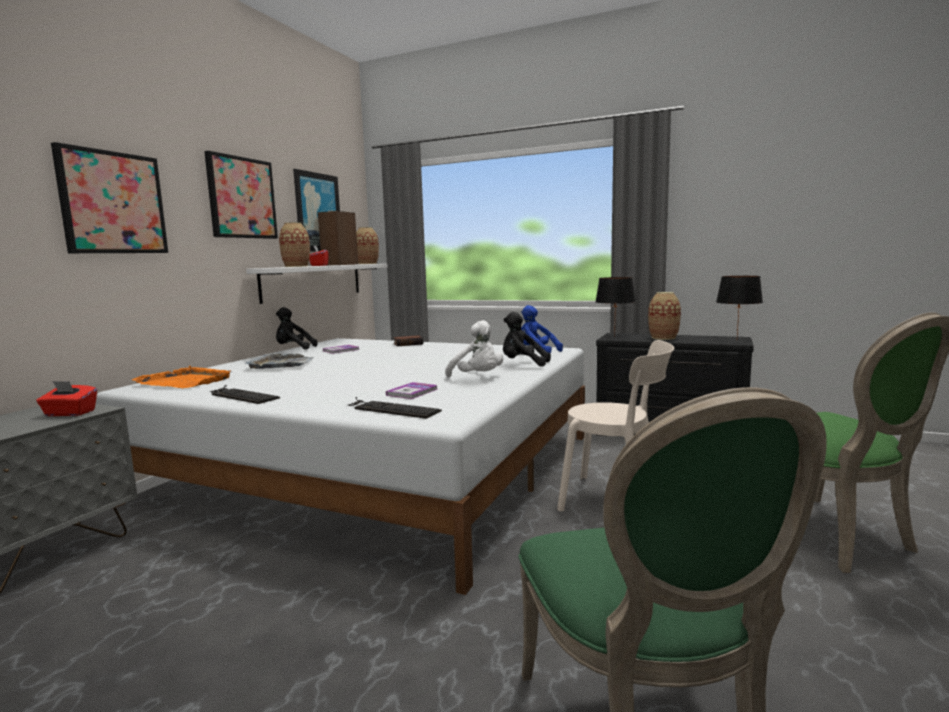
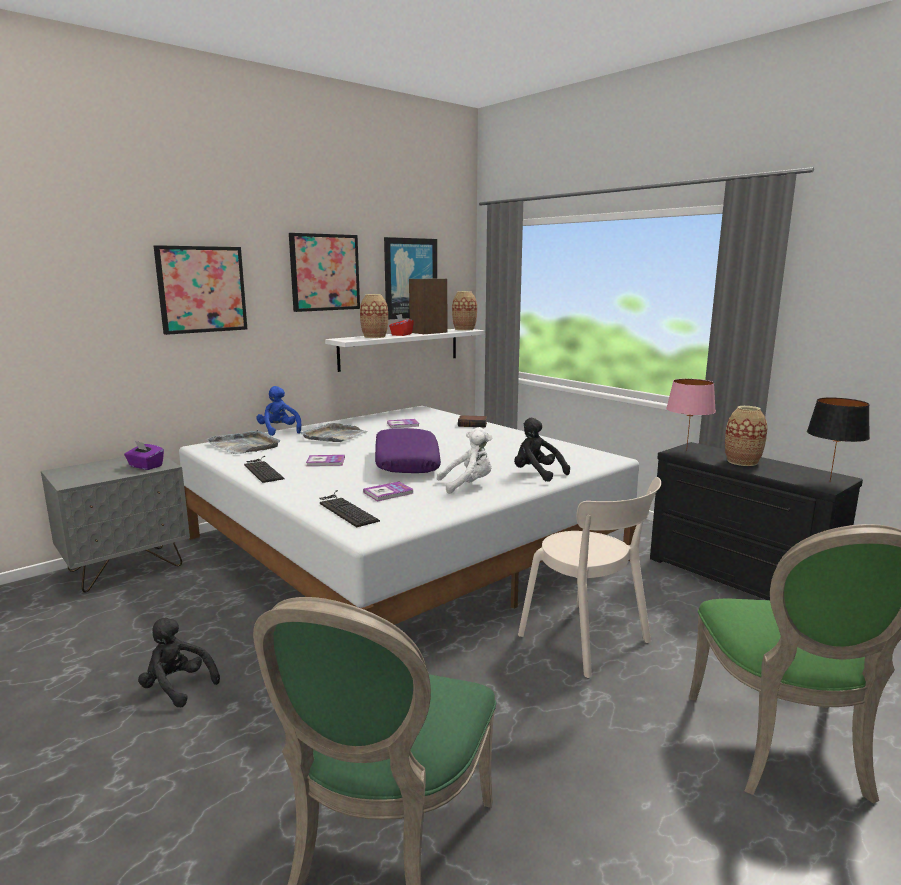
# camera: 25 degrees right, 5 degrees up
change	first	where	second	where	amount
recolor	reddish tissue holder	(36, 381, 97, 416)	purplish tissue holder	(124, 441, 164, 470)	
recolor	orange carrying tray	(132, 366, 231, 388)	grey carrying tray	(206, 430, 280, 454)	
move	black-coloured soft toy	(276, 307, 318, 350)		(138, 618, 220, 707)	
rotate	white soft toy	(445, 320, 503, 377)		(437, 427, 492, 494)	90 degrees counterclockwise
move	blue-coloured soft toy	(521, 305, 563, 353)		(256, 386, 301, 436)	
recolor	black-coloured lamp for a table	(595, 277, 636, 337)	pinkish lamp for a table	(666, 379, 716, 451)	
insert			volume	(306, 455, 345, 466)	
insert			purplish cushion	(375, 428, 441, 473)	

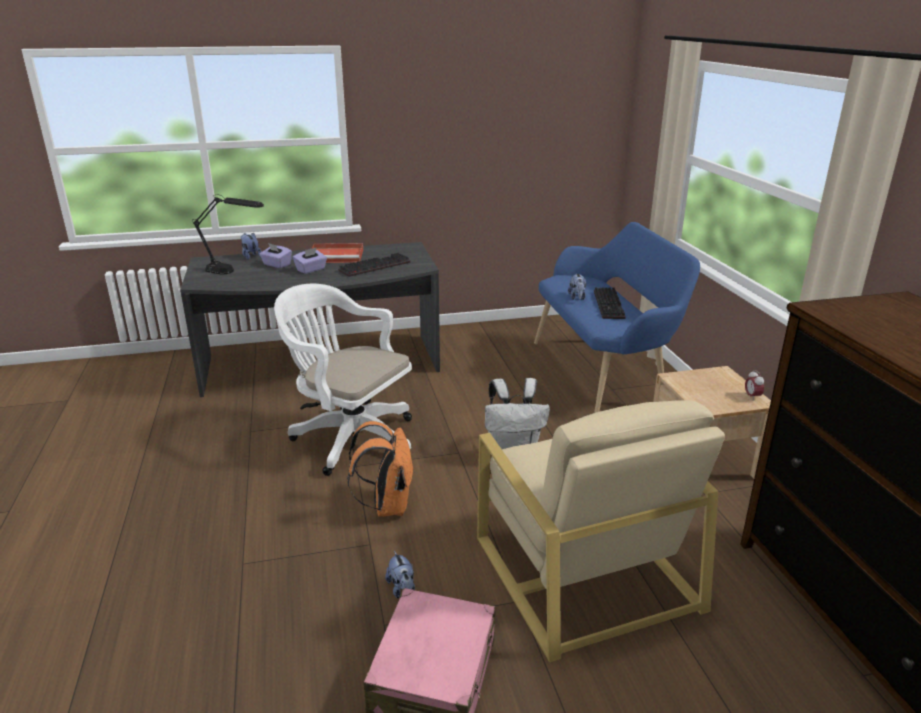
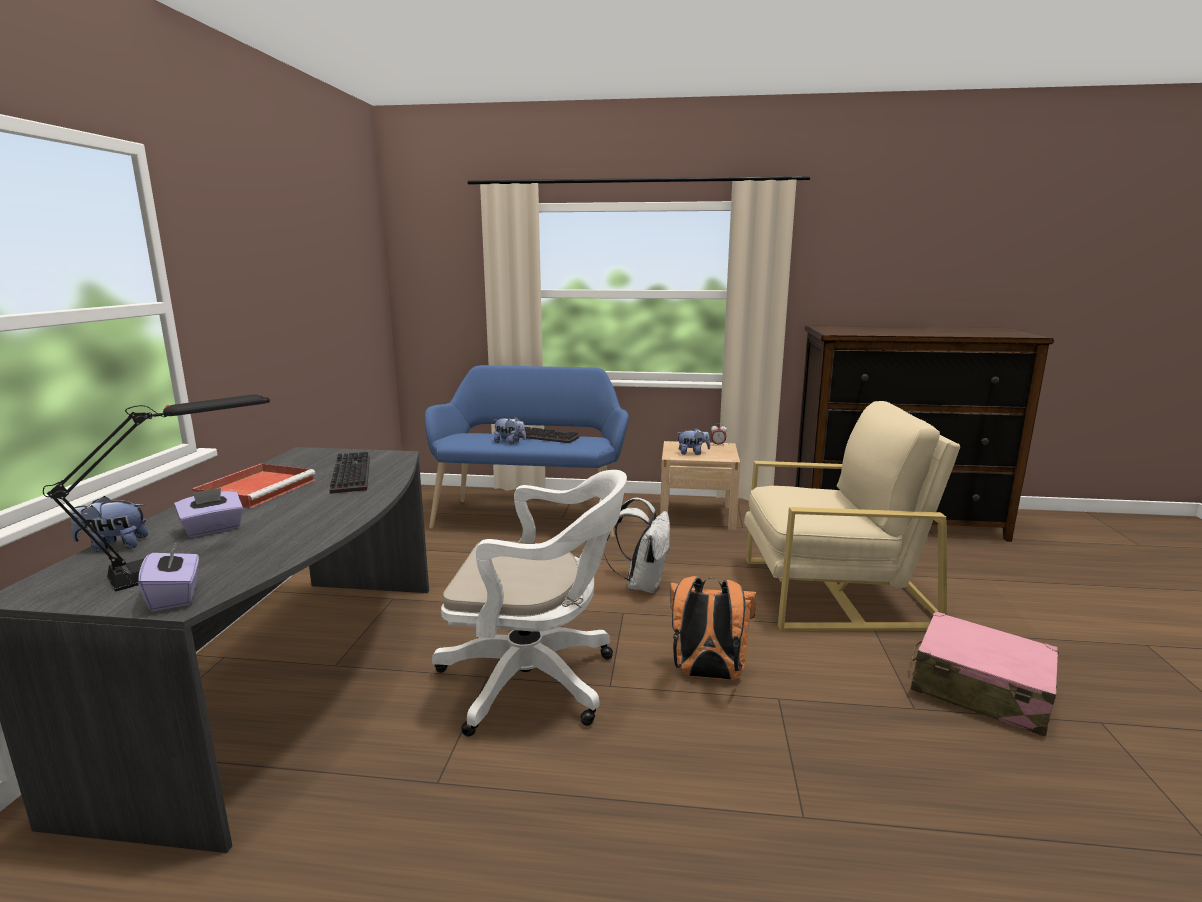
# camera: 70 degrees left, 10 degrees down
change	first	where	second	where	amount
rotate	white desk chair	(274, 283, 412, 476)		(432, 470, 627, 737)	135 degrees counterclockwise
move	purplish tissue holder	(293, 247, 327, 274)		(138, 541, 199, 611)	
move	soft toy	(385, 551, 415, 599)		(677, 428, 710, 455)	

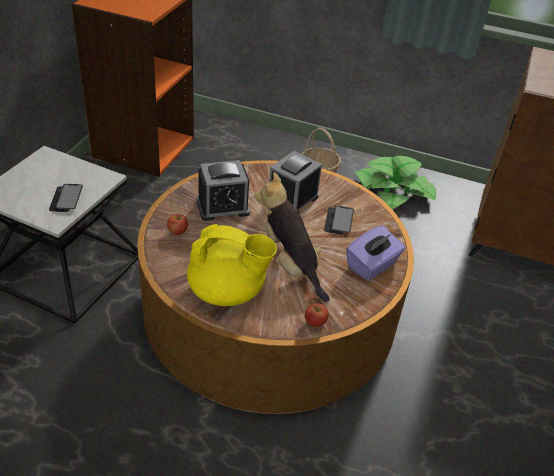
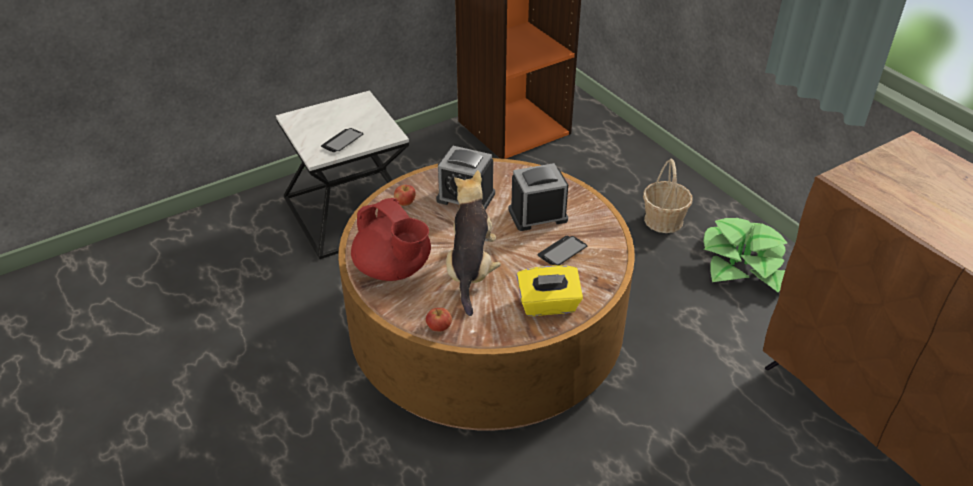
# camera: 40 degrees right, 0 degrees up
change	first	where	second	where	amount
recolor	yellowish teapot	(187, 224, 277, 306)	reddish teapot	(351, 198, 431, 281)	
recolor	purplish tissue holder	(346, 226, 405, 281)	yellowish tissue holder	(517, 265, 583, 316)	

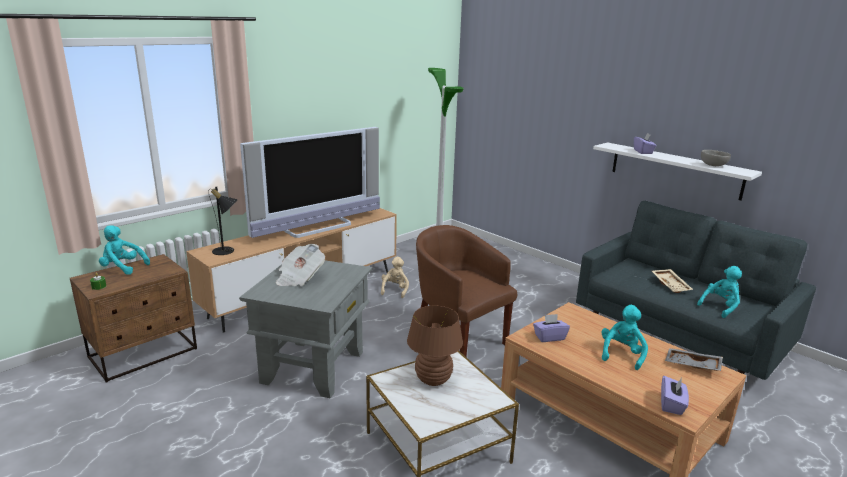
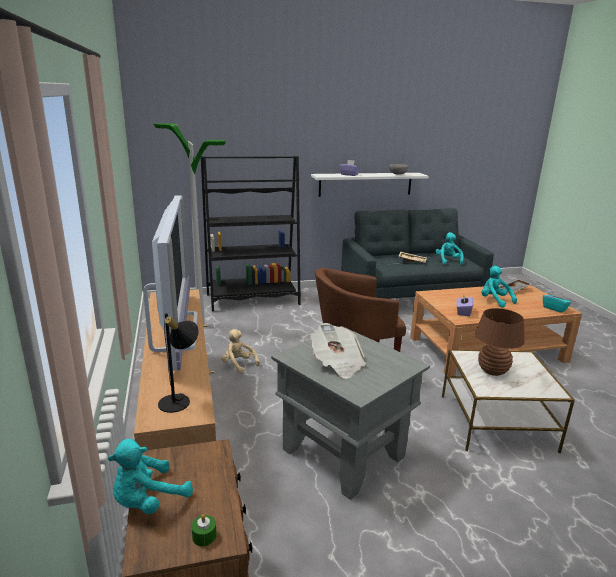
# camera: 60 degrees left, 0 degrees up
change	first	where	second	where	amount
recolor	purplish tissue holder	(661, 376, 689, 415)	blue-green tissue holder	(543, 290, 571, 313)	
insert			black-coloured bookcase	(201, 156, 301, 311)	

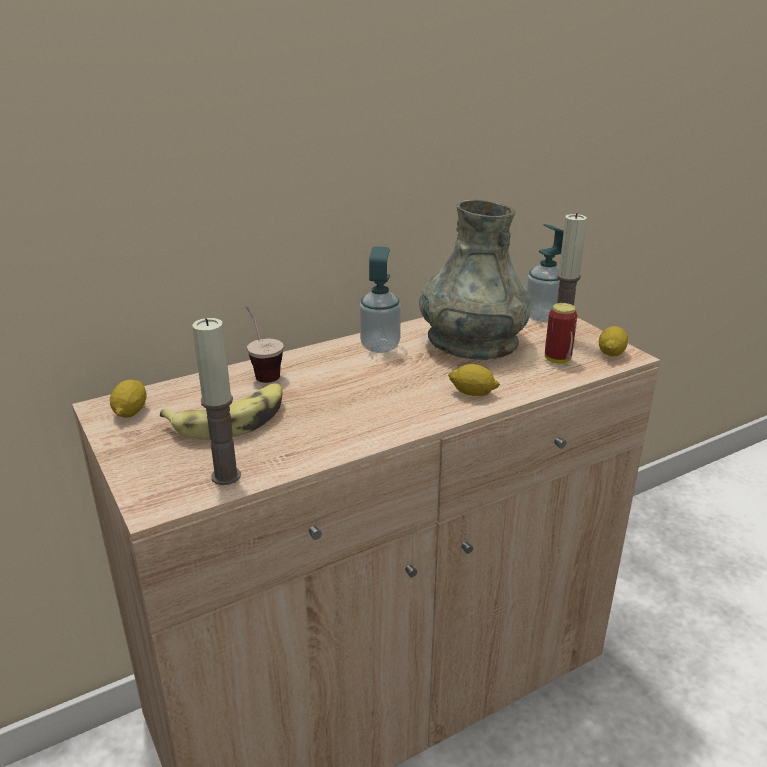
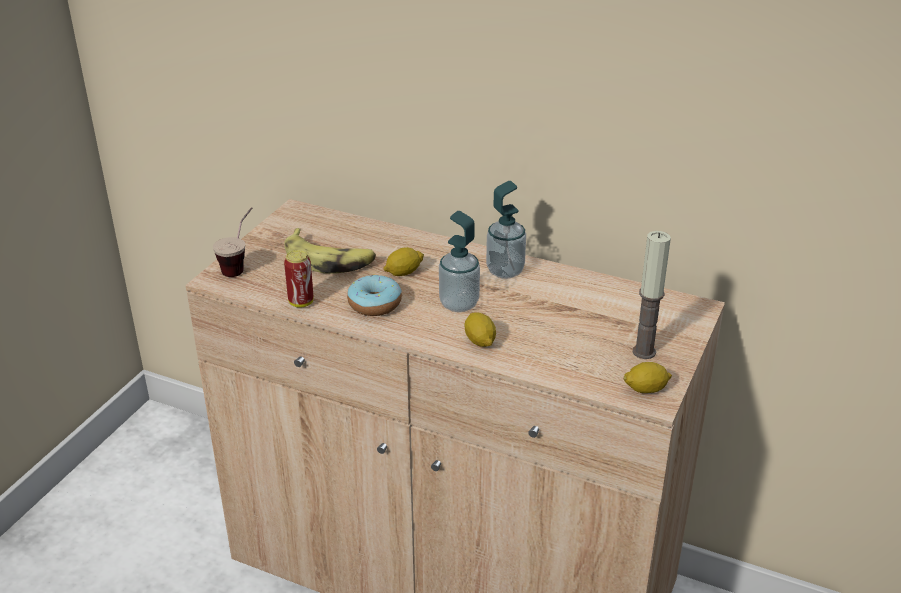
# camera: 55 degrees right, 5 degrees up
change	first	where	second	where	amount
move	citrus fruit	(110, 379, 147, 418)		(383, 247, 424, 276)	
delete	wax candle	(192, 318, 241, 485)			
move	cup	(246, 306, 284, 383)		(213, 207, 252, 277)	
delete	grey decorative vase	(419, 200, 530, 360)			
move	soap bottle	(527, 224, 564, 322)		(439, 211, 480, 312)	
move	metal can	(545, 303, 578, 364)		(284, 250, 313, 308)	
insert			ring doughnut	(347, 274, 402, 316)	

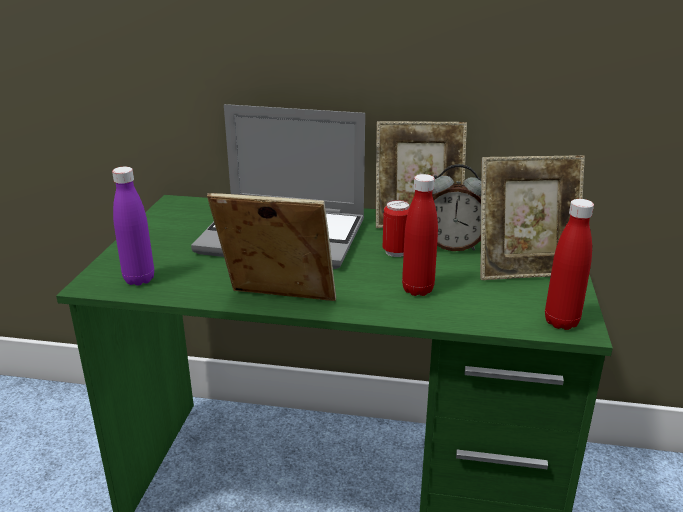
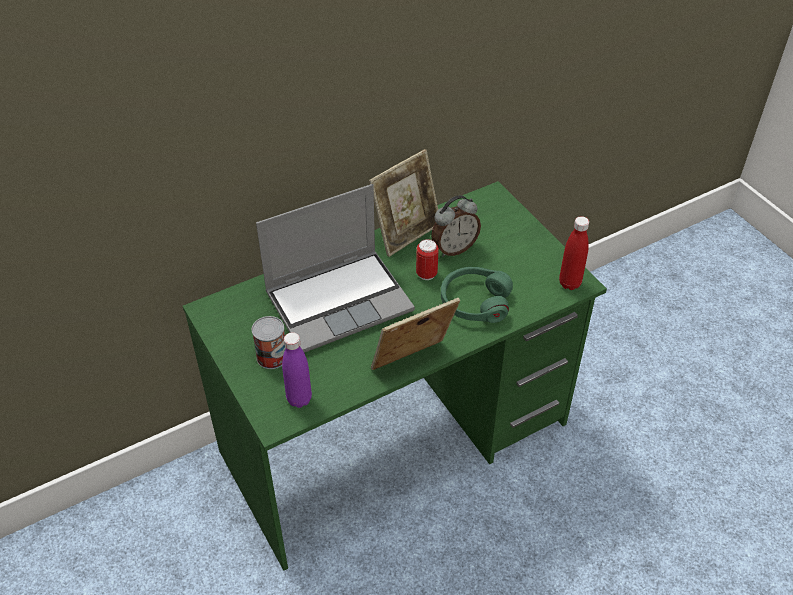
# camera: 40 degrees left, 20 degrees up
change	first	where	second	where	amount
replace	reddish drink bottle	(402, 174, 438, 296)	green headphones	(441, 267, 513, 323)	
delete	photo frame	(480, 155, 585, 280)			
insert			metal can	(252, 316, 286, 369)	

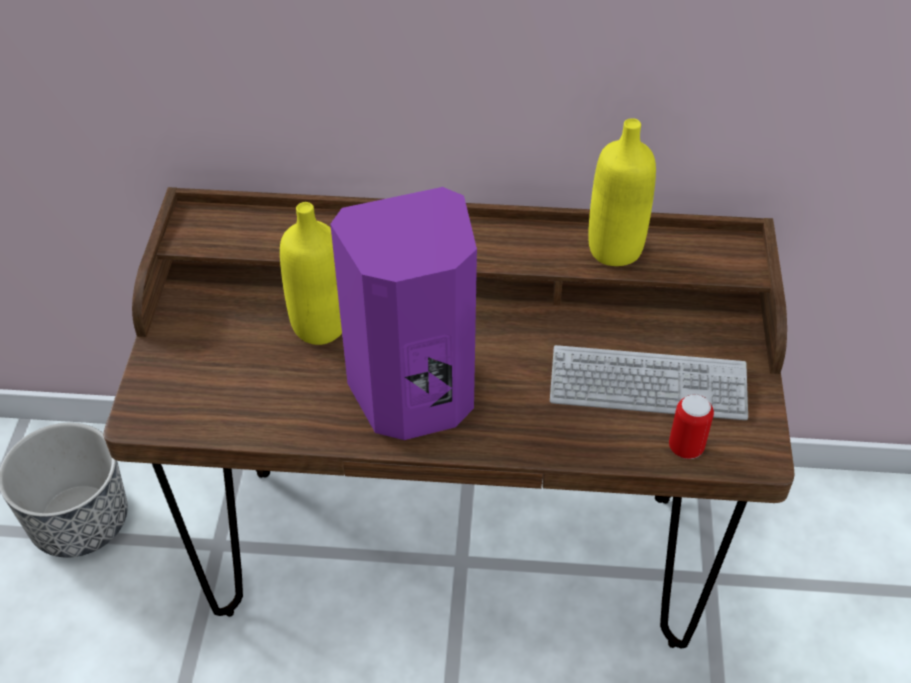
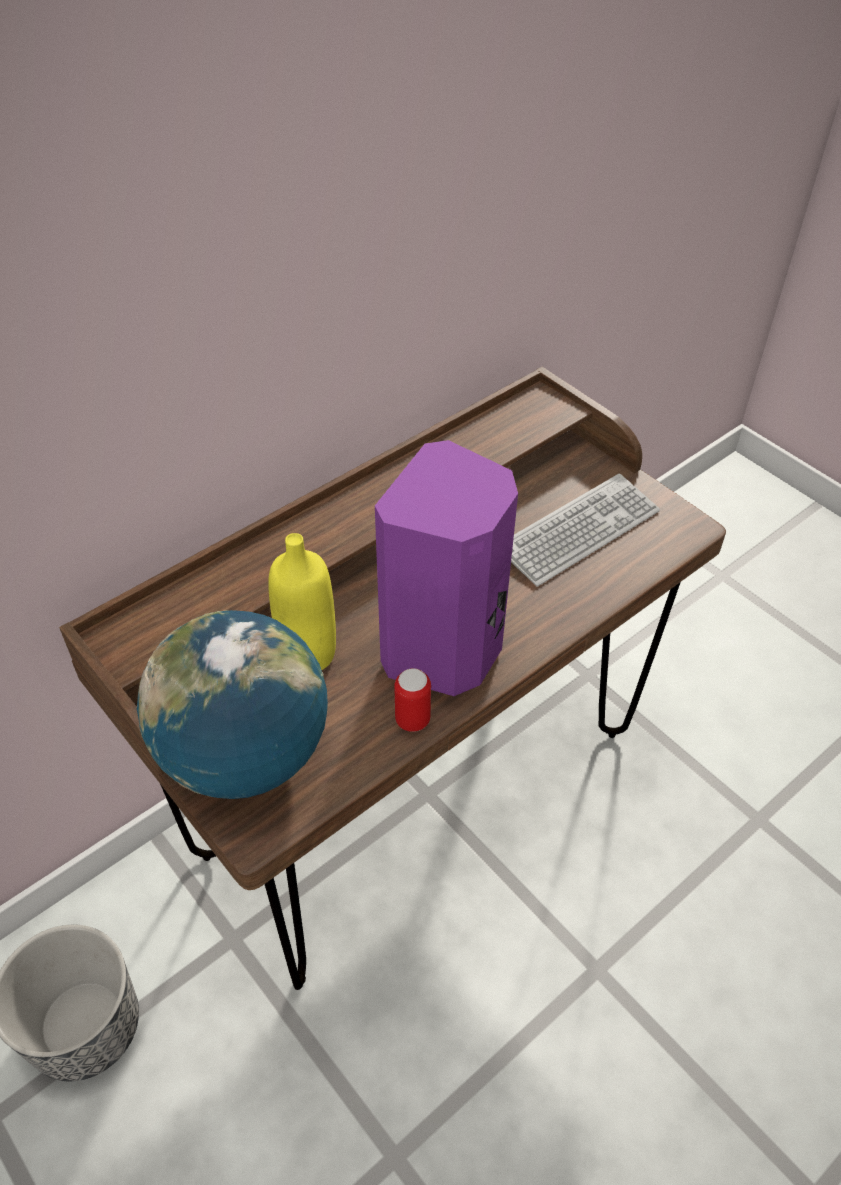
# camera: 45 degrees left, 0 degrees up
change	first	where	second	where	amount
delete	yellowish drink bottle	(588, 118, 656, 266)			
move	metal can	(669, 394, 714, 459)		(394, 668, 431, 732)	
insert			globe	(137, 610, 328, 799)	

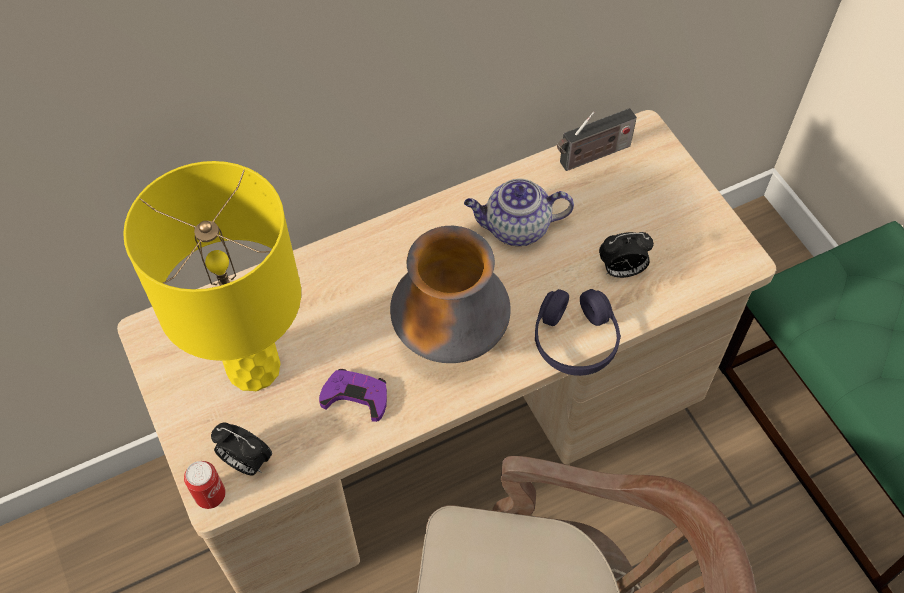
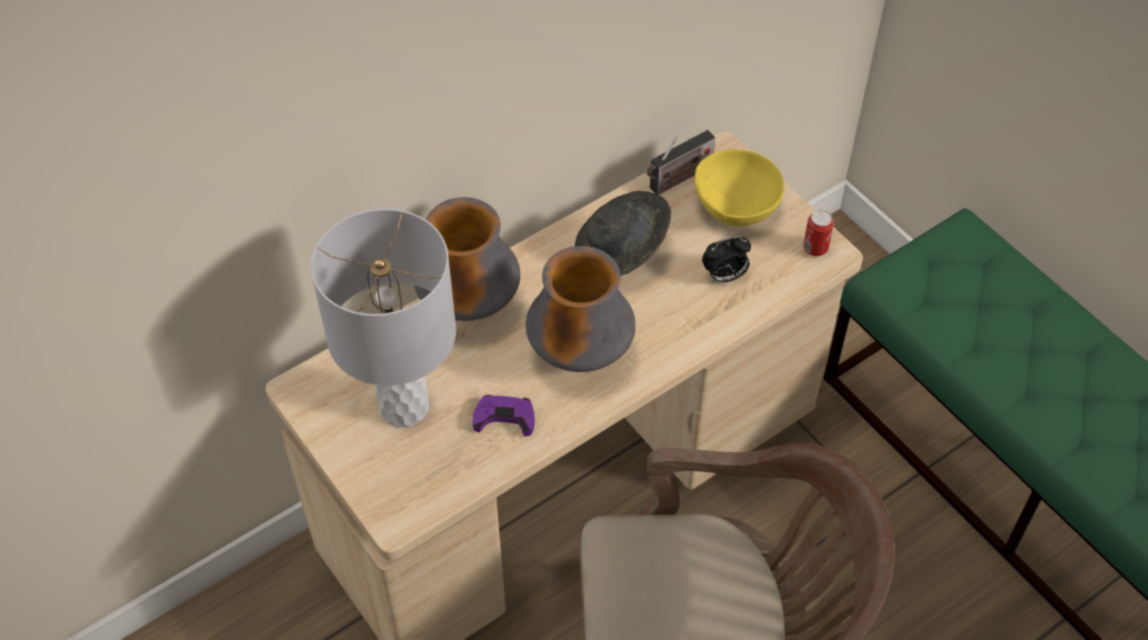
# camera: 10 degrees left, 5 degrees down
change	first	where	second	where	amount
recolor	yellowish lamp for a table	(123, 161, 301, 391)	grey lamp for a table	(311, 209, 456, 428)	
move	metal can	(184, 461, 226, 509)		(803, 210, 834, 256)	
delete	bedside clock	(211, 423, 272, 476)			
replace	teapot	(464, 178, 574, 246)	grey hat	(575, 191, 671, 276)	
delete	purplish headphones	(535, 289, 621, 376)			
insert			decorative vase	(414, 197, 520, 321)	
insert			yellowish bowl	(695, 149, 785, 226)	

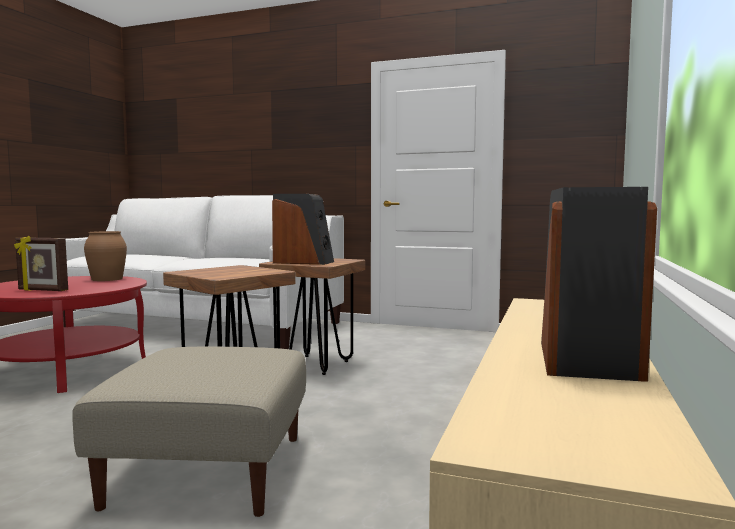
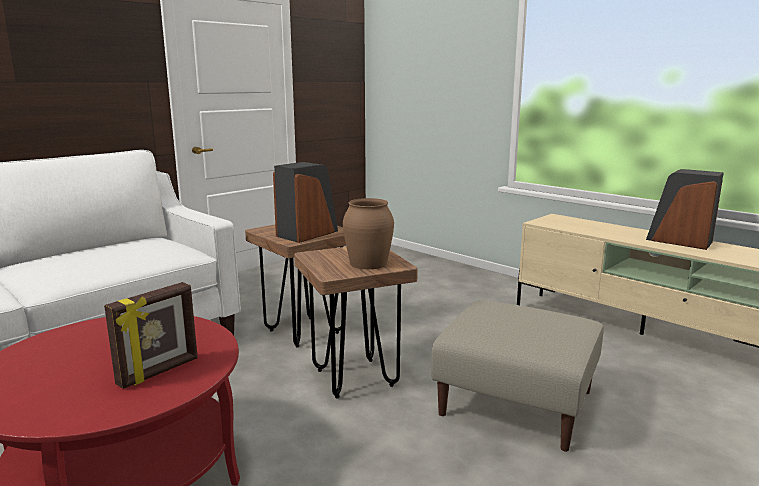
# camera: 65 degrees left, 10 degrees up
change	first	where	second	where	amount
move	brownish decorative vase	(84, 231, 127, 281)		(343, 198, 394, 269)	

